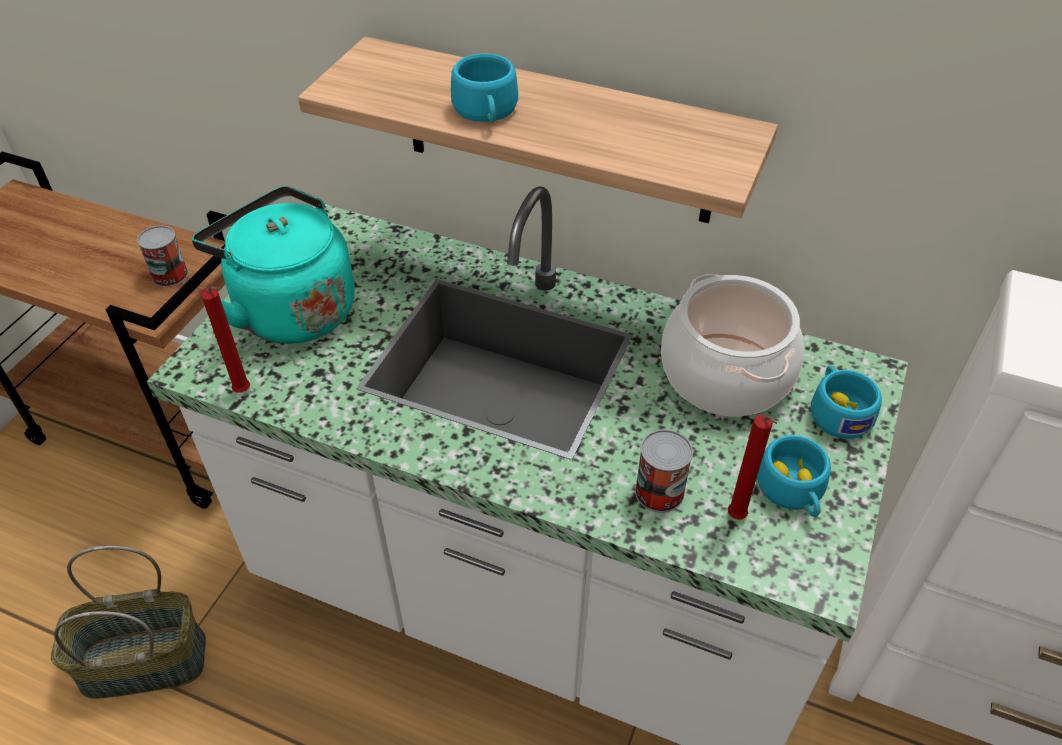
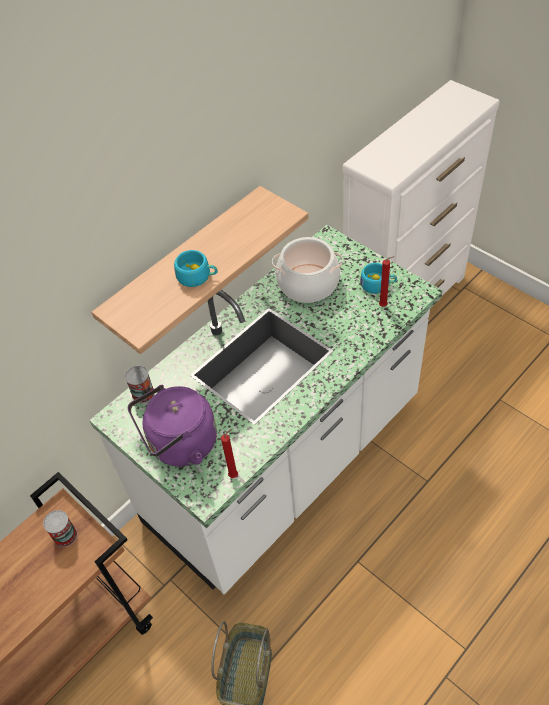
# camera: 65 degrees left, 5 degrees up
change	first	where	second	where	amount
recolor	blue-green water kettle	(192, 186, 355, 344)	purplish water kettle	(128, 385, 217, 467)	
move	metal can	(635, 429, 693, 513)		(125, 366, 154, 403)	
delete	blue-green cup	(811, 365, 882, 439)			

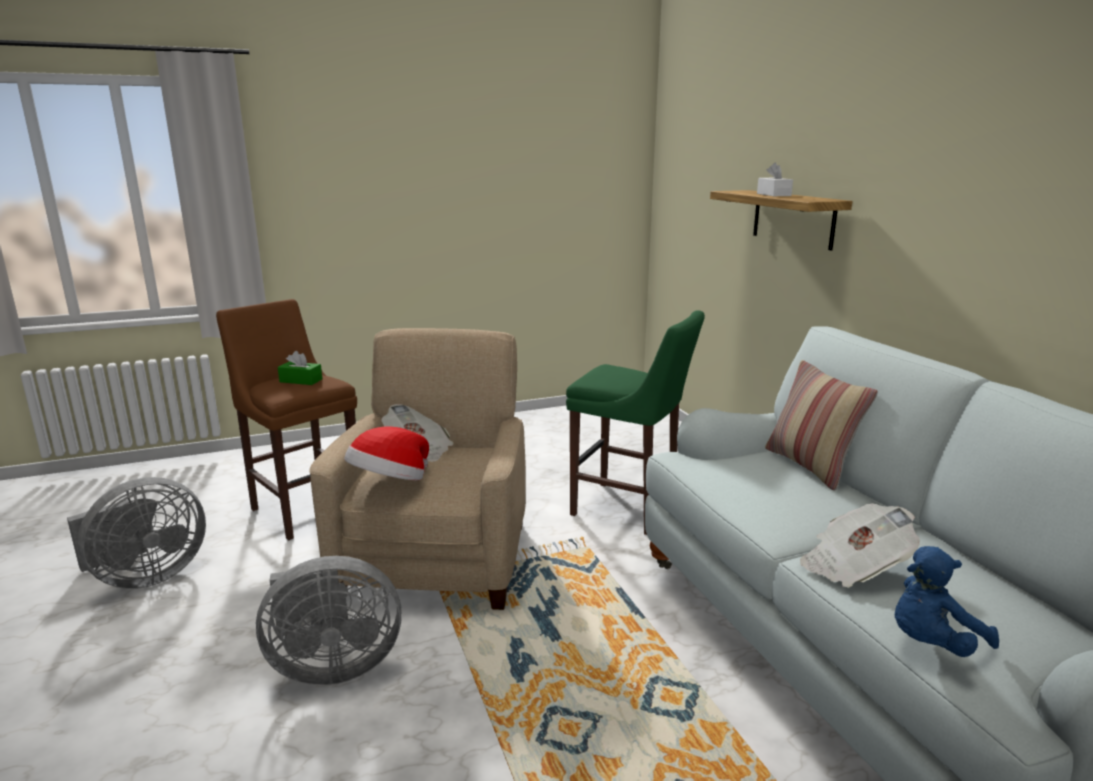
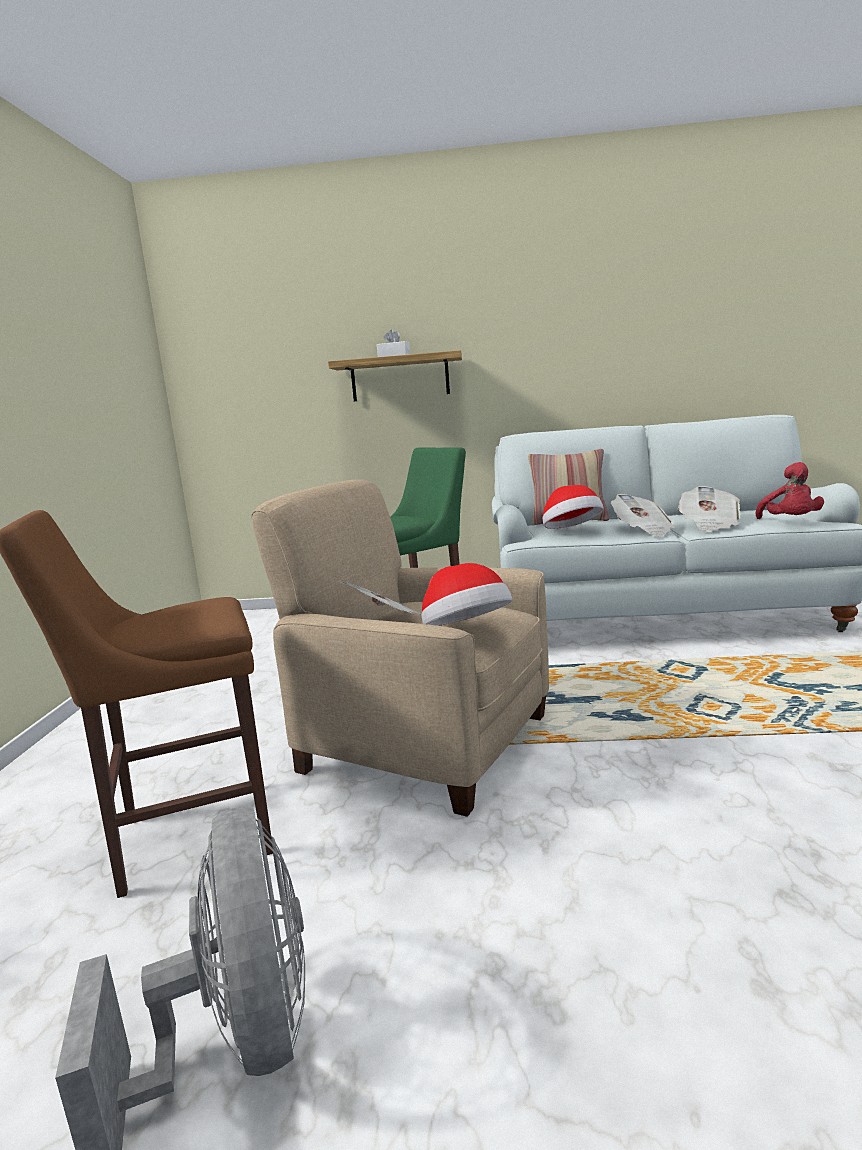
# camera: 65 degrees left, 5 degrees down
change	first	where	second	where	amount
delete	grey electric fan	(256, 556, 402, 685)			
delete	green tissue holder	(278, 351, 322, 385)			
recolor	blue-coloured soft toy	(895, 546, 999, 657)	reddish soft toy	(756, 462, 824, 519)	
insert			hat	(542, 485, 604, 529)	
insert			daily paper	(611, 494, 675, 536)	

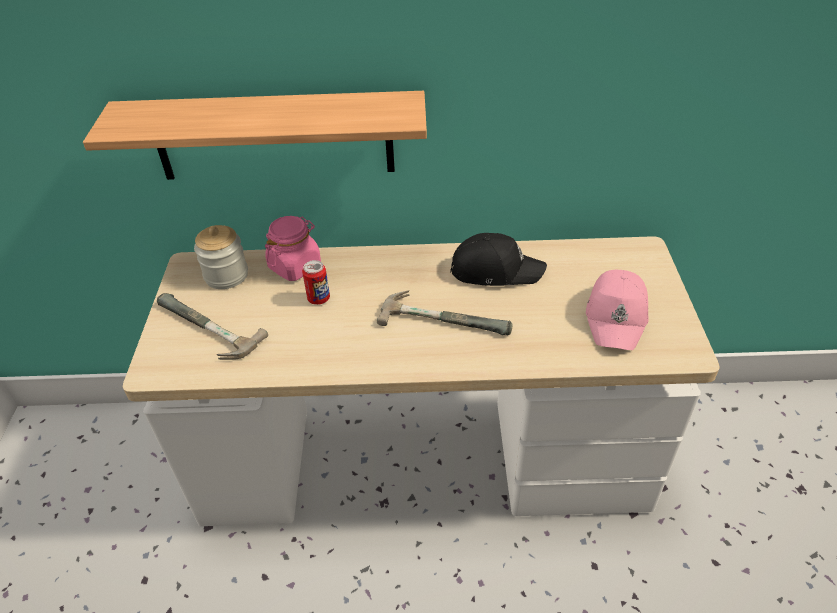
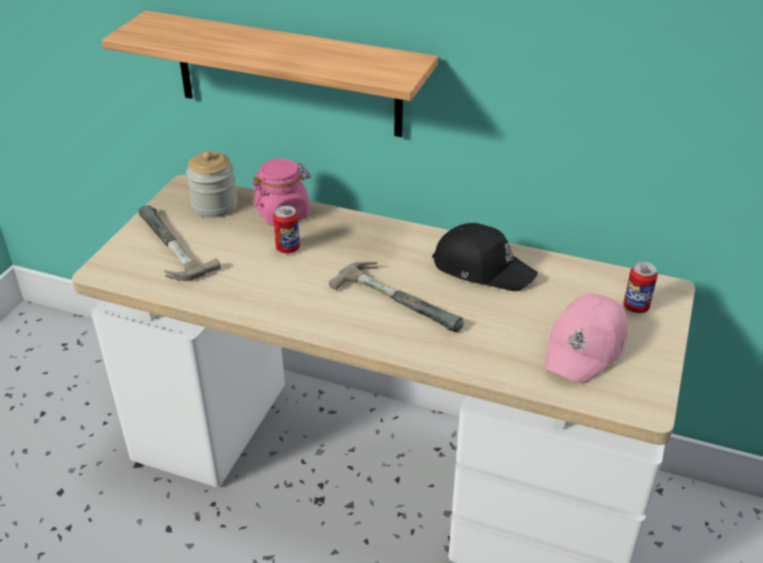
# camera: 20 degrees right, 5 degrees down
change	first	where	second	where	amount
insert			metal can	(624, 262, 658, 313)	

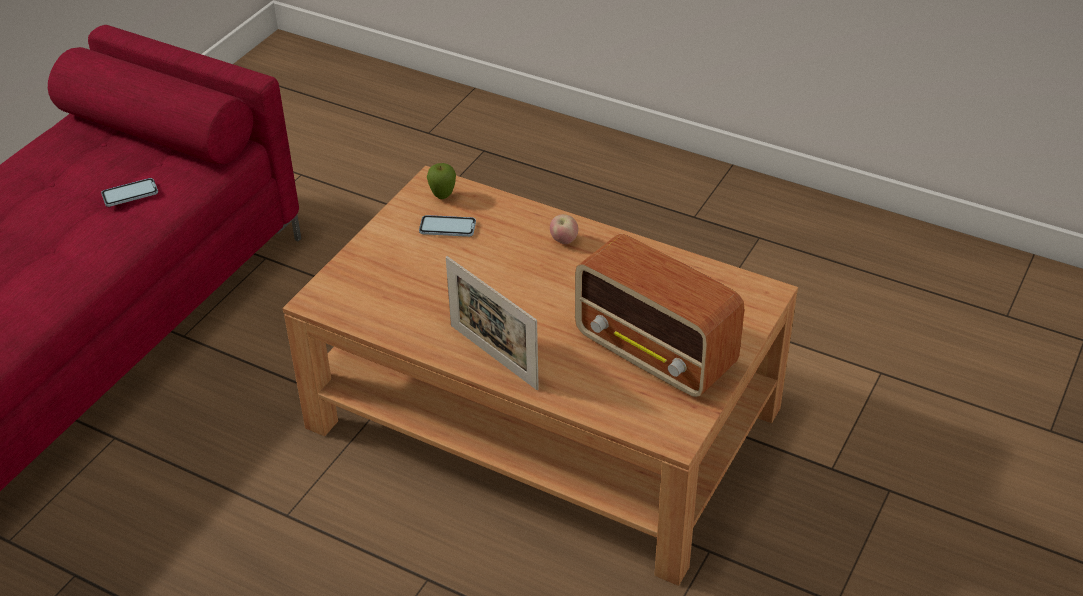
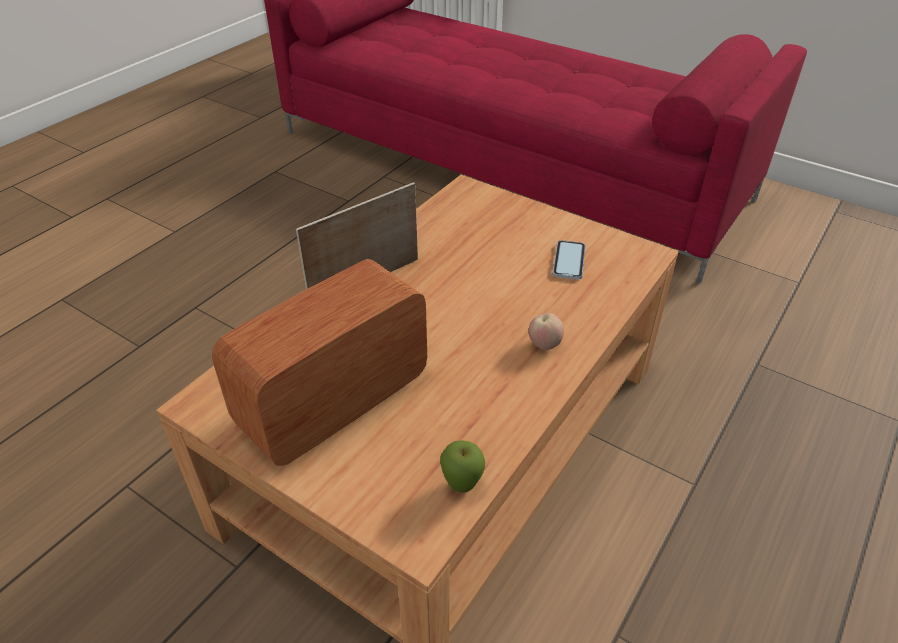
# camera: 95 degrees right, 0 degrees up
change	first	where	second	where	amount
delete	telephone	(101, 178, 158, 207)			
move	apple	(427, 163, 456, 199)		(440, 440, 485, 493)	

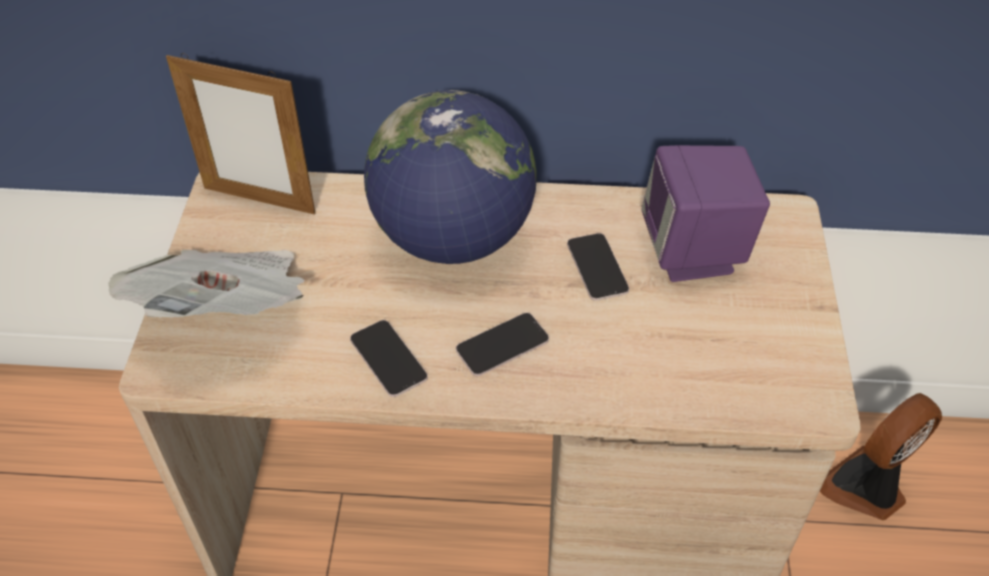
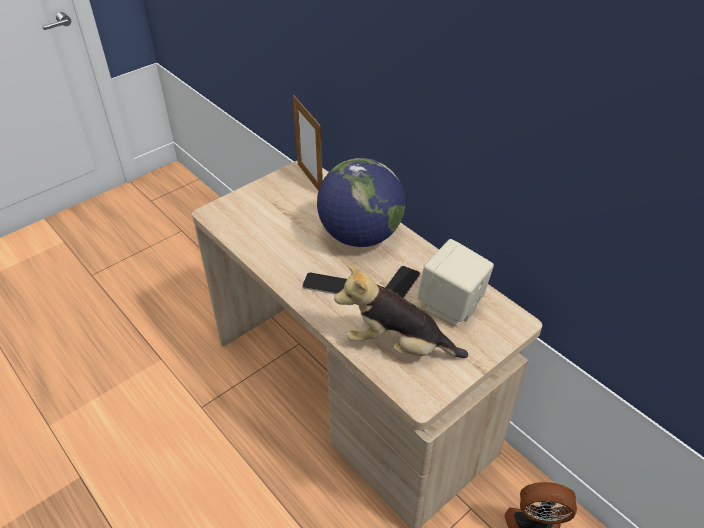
# camera: 45 degrees right, 5 degrees down
change	first	where	second	where	amount
delete	daily paper	(108, 249, 305, 318)			
delete	telephone	(350, 320, 428, 397)			
recolor	purplish speaker	(641, 145, 770, 282)	beige-coloured speaker	(417, 239, 494, 326)	
insert			soft toy	(334, 264, 468, 358)	

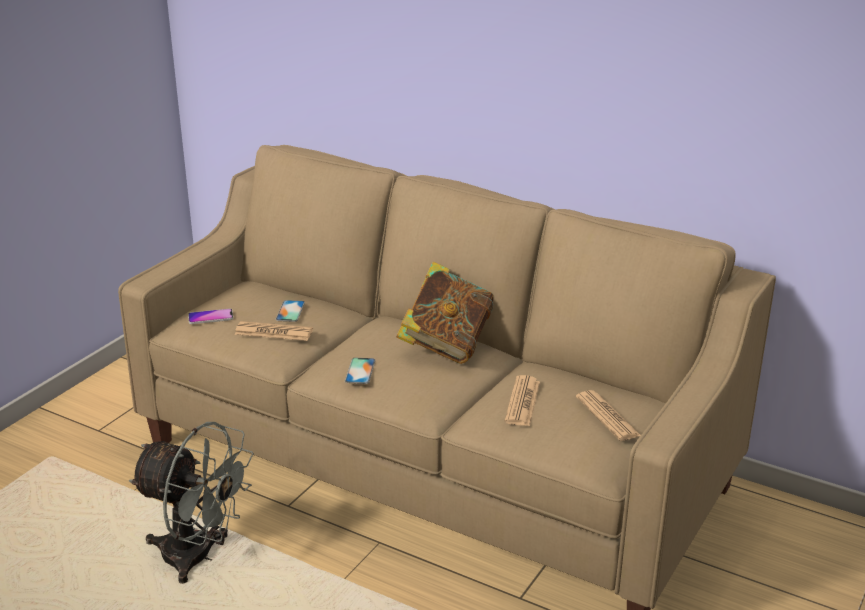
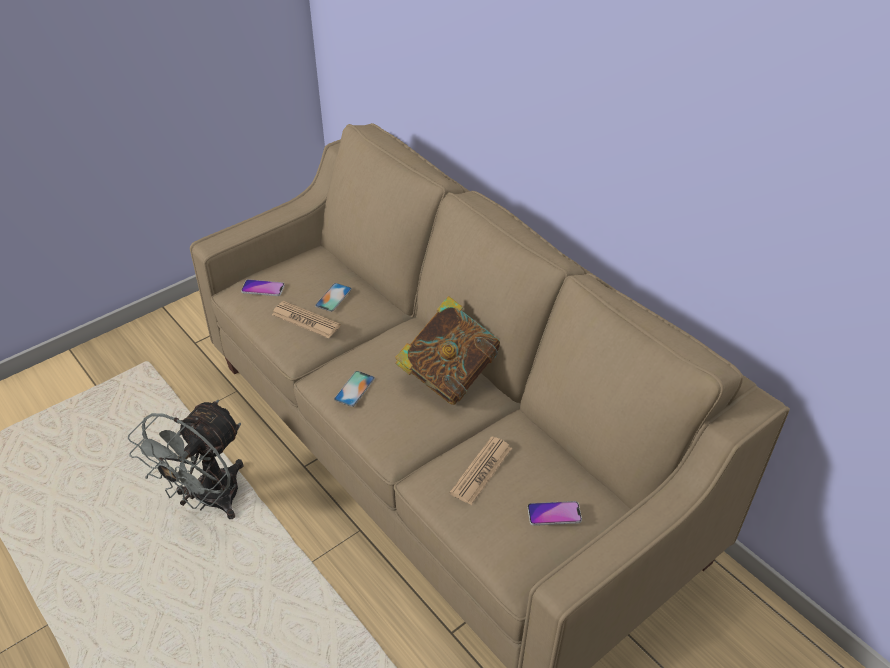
# camera: 20 degrees right, 15 degrees up
change	first	where	second	where	amount
rotate	grey electric fan	(129, 422, 254, 584)		(128, 400, 244, 519)	75 degrees clockwise
replace	daily paper	(576, 390, 641, 441)	telephone	(528, 501, 582, 526)	

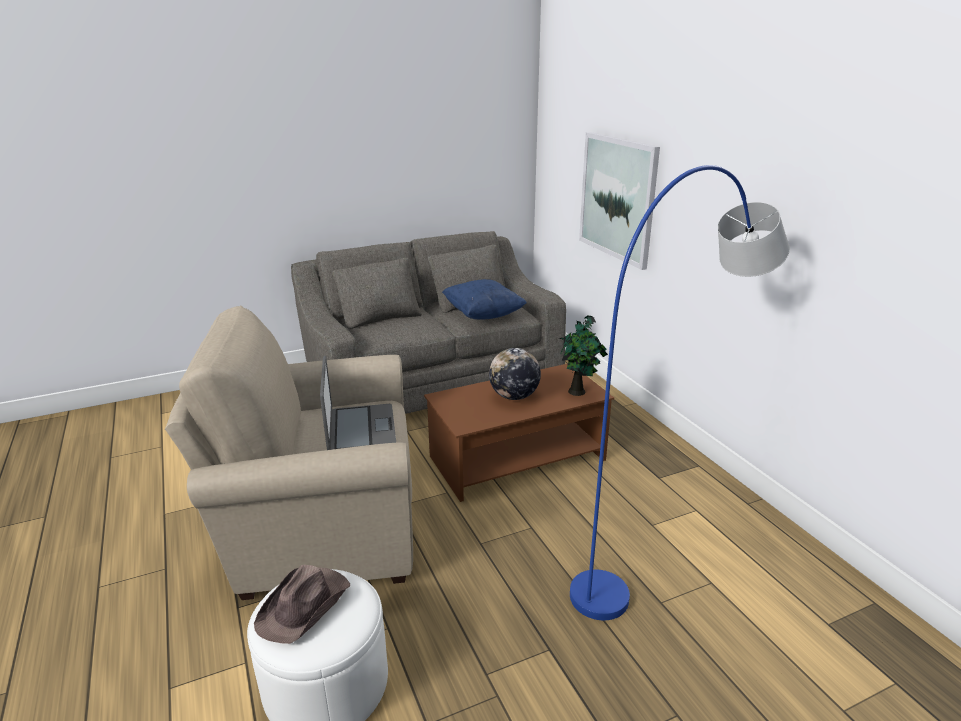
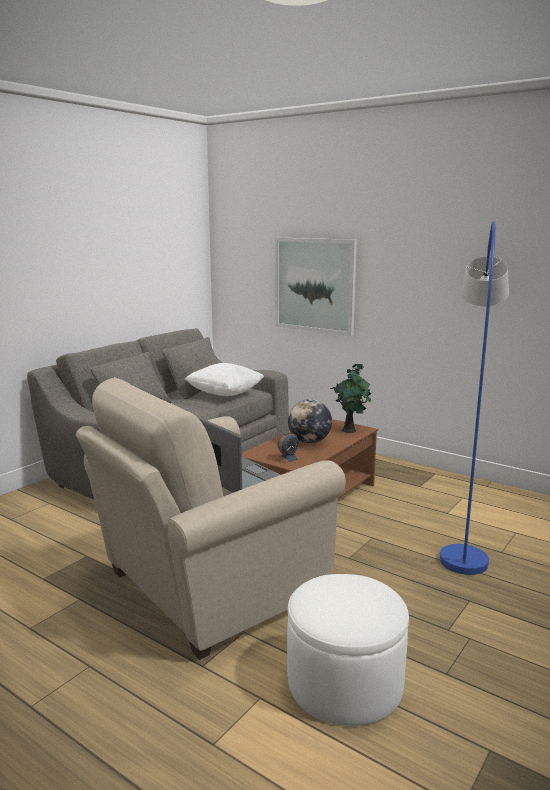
# camera: 30 degrees left, 10 degrees down
change	first	where	second	where	amount
delete	brownish hat	(254, 565, 350, 644)			
recolor	blue-coloured cushion	(442, 279, 527, 320)	white cushion	(185, 363, 264, 396)	
insert			bedside clock	(276, 432, 301, 463)	

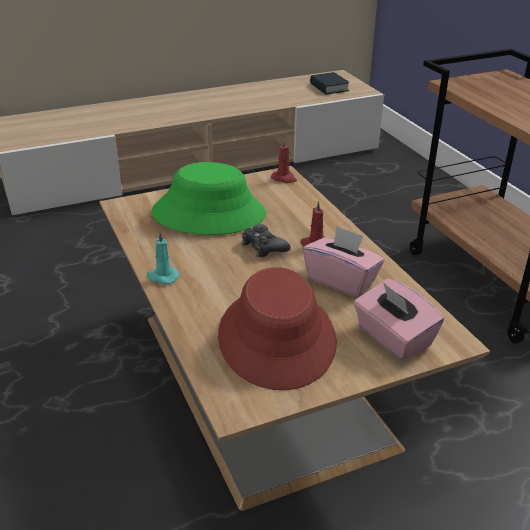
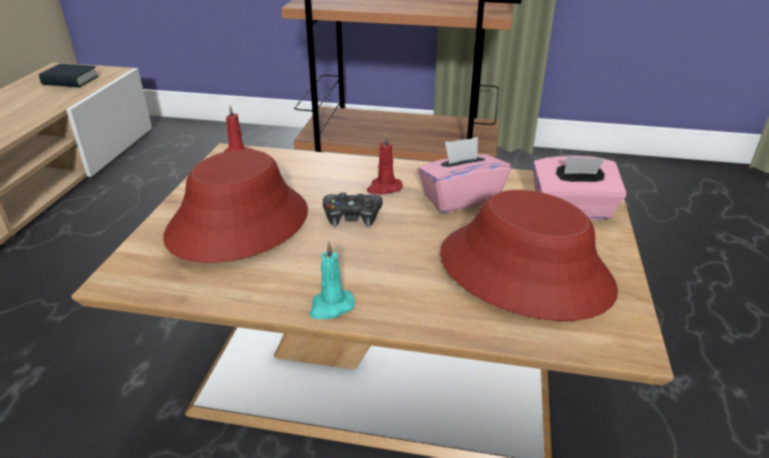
# camera: 55 degrees left, 0 degrees up
change	first	where	second	where	amount
recolor	green hat	(151, 162, 266, 235)	reddish hat	(163, 149, 308, 263)	

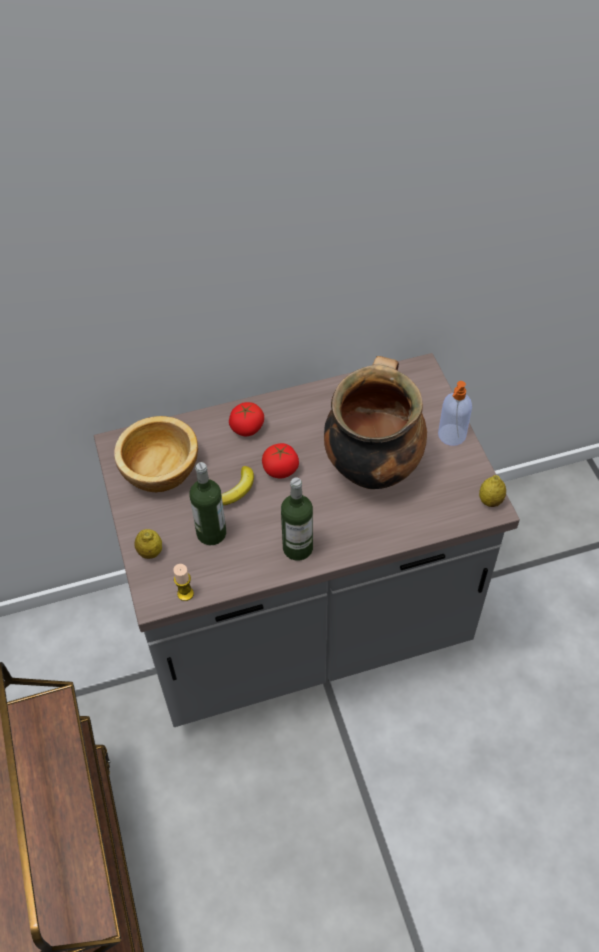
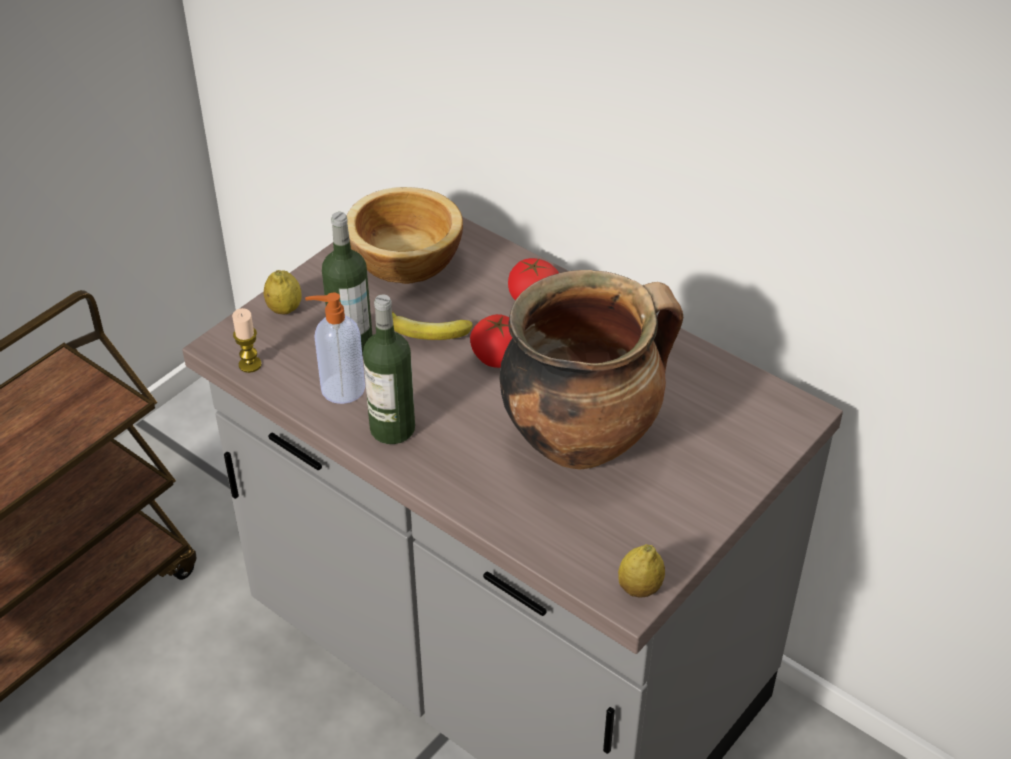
# camera: 55 degrees right, 10 degrees down
change	first	where	second	where	amount
move	soap bottle	(438, 381, 472, 446)		(305, 292, 365, 404)	

